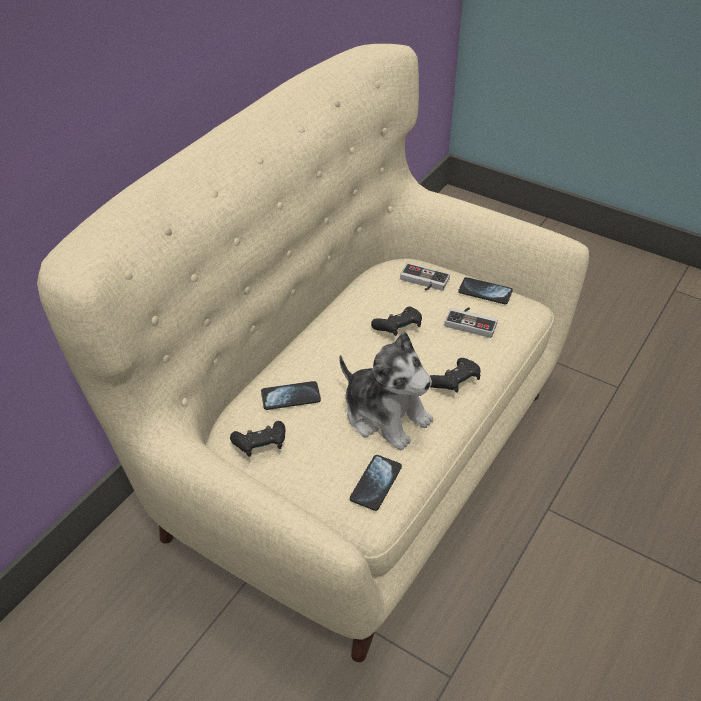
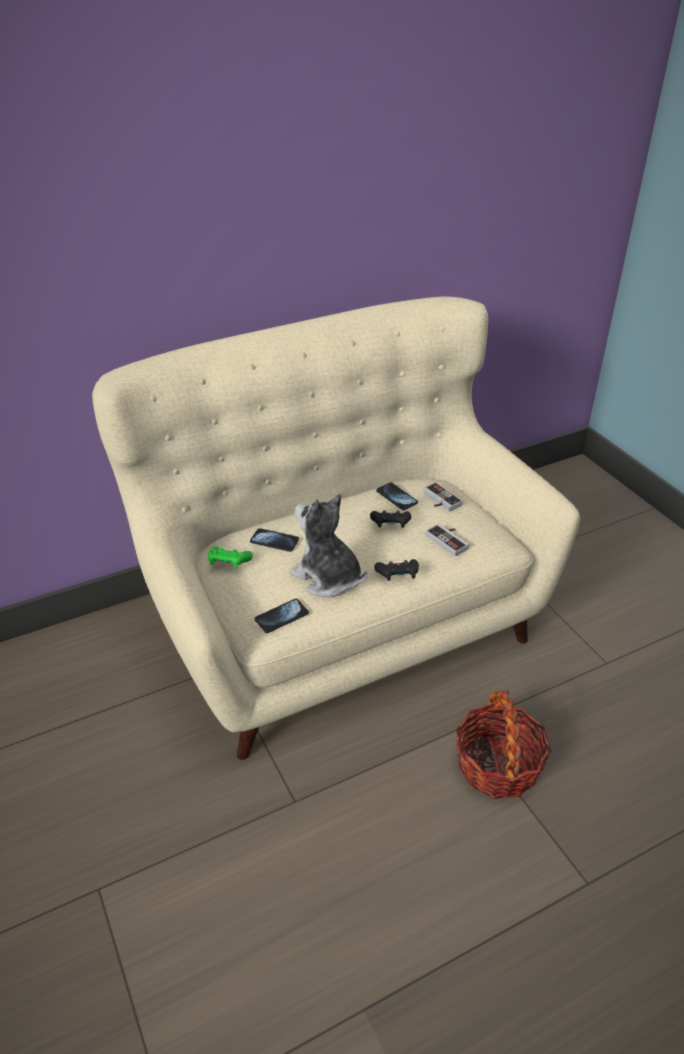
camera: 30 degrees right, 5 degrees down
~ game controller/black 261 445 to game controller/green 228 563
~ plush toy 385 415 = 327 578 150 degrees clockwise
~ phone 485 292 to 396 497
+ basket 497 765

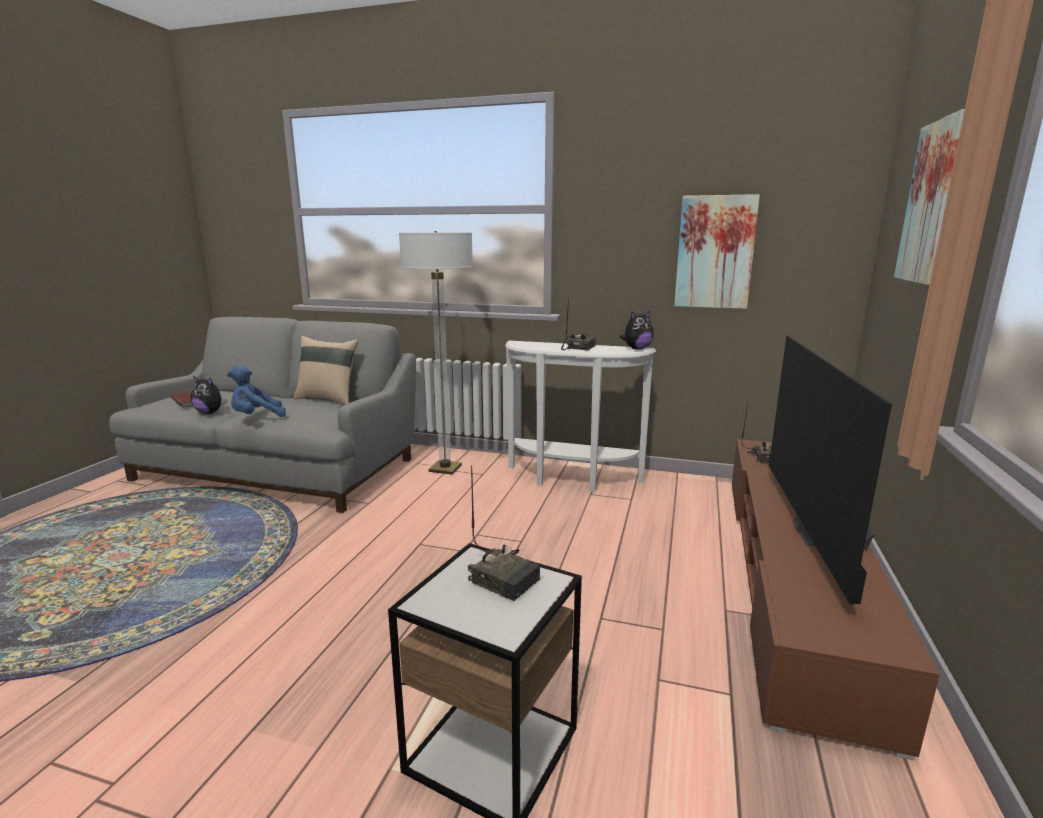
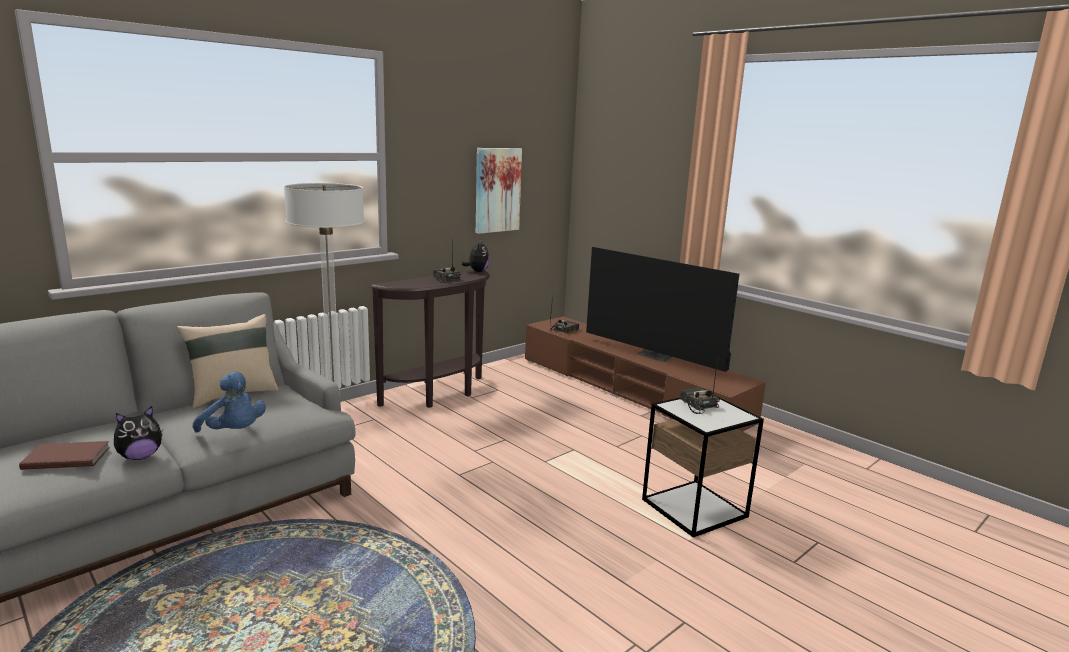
camera: 60 degrees left, 0 degrees up
~ plush toy/blue 256 417 = 234 432 60 degrees counterclockwise
~ console table/white 571 480 to console table/brown 440 395
~ radio 505 578 = 697 405 90 degrees counterclockwise
- picture 934 203

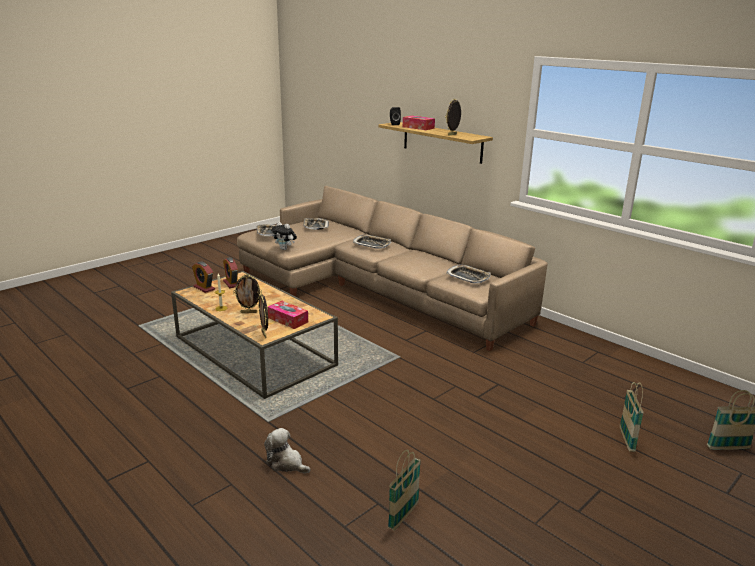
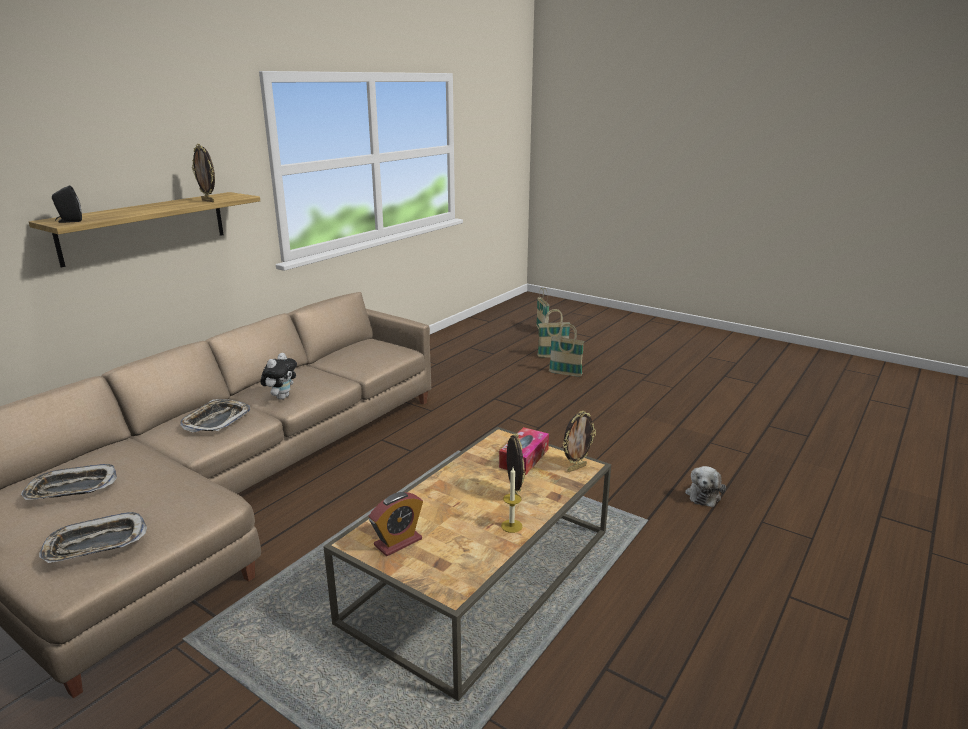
camera: 100 degrees left, 0 degrees up
~ plush toy 285 249 to 281 397
~ basket 403 516 to 565 374
- alarm clock 204 288
- tissue box 418 127
- tray 468 277

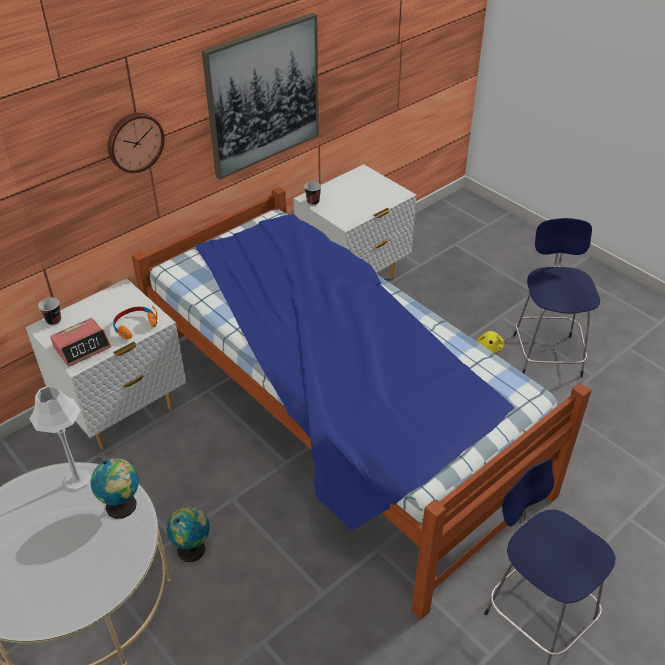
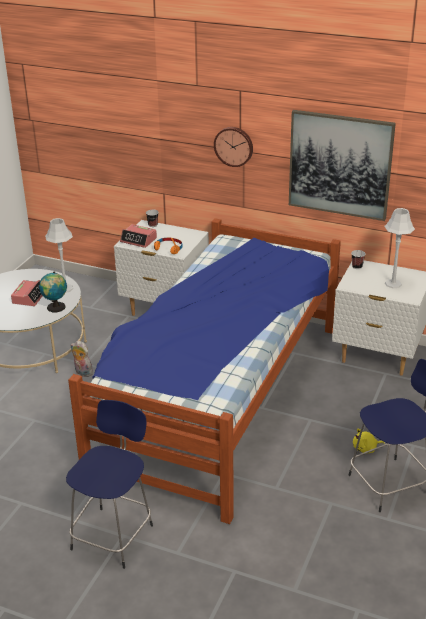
camera: 65 degrees right, 10 degrees down
+ alarm clock 29 297
~ globe 193 548 to plush toy 82 372
+ table lamp/grey 393 284

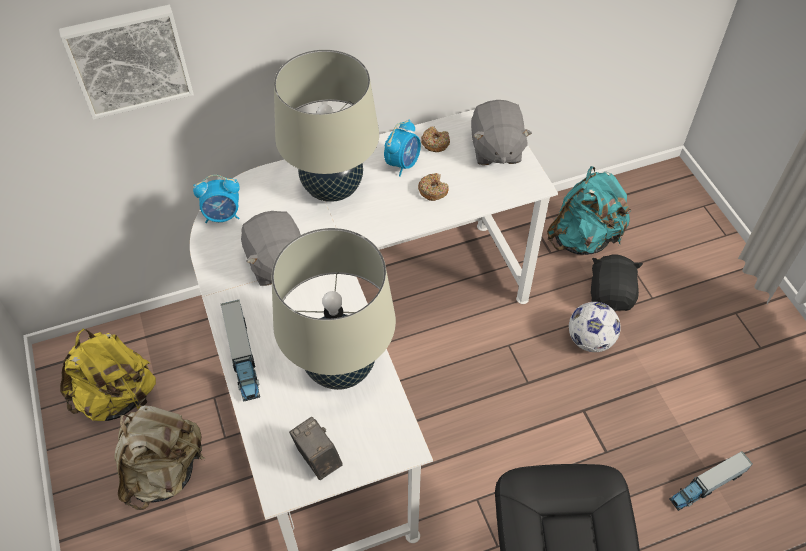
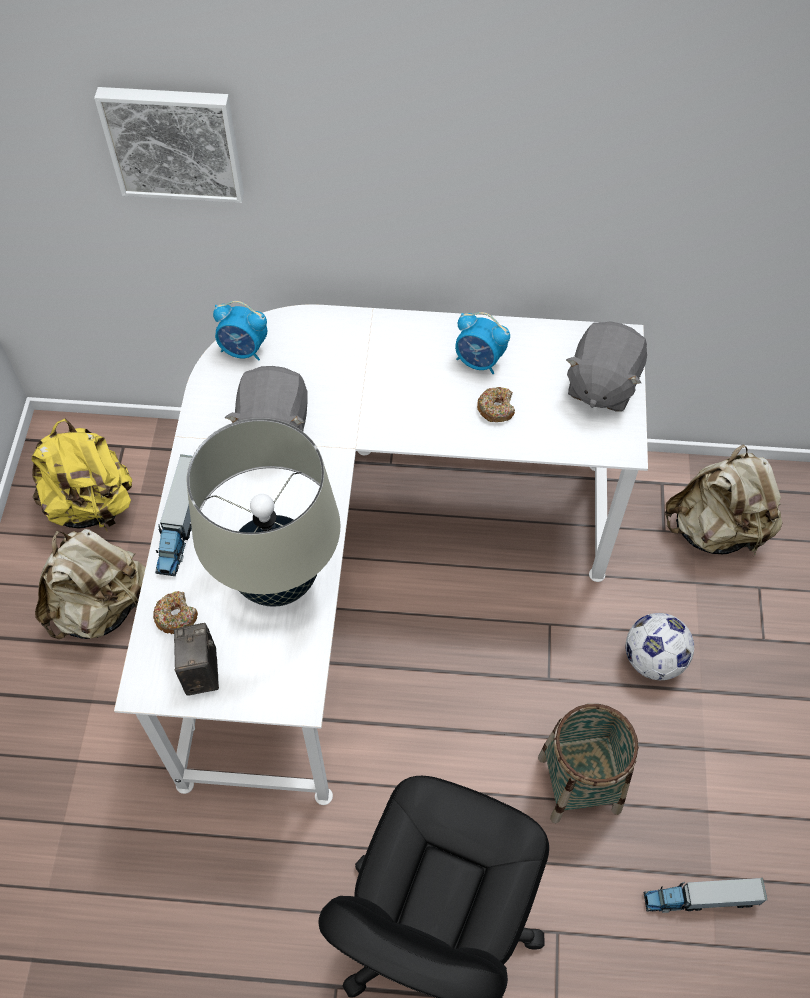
camera: 25 degrees right, 5 degrees up
~ donut 435 143 to 176 616
~ alarm clock 403 163 = 479 361 60 degrees clockwise
+ basket 579 784
~ backpack/turquoise 583 238 to backpack/beige 716 529
- table lamp/beige 332 187
- plush toy/black 611 295

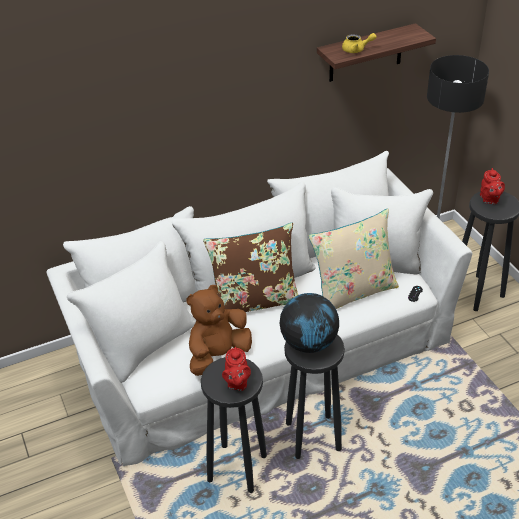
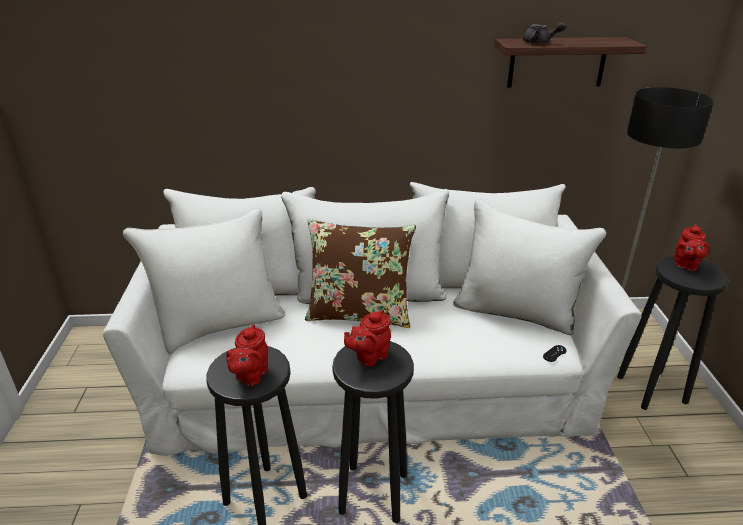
camera: 20 degrees right, 10 degrees down
~ globe 309 343 to teapot/red 369 357
~ teapot/yellow 356 50 to teapot/grey 540 43
- plush toy/brown 218 355
- pillow/beige 353 291

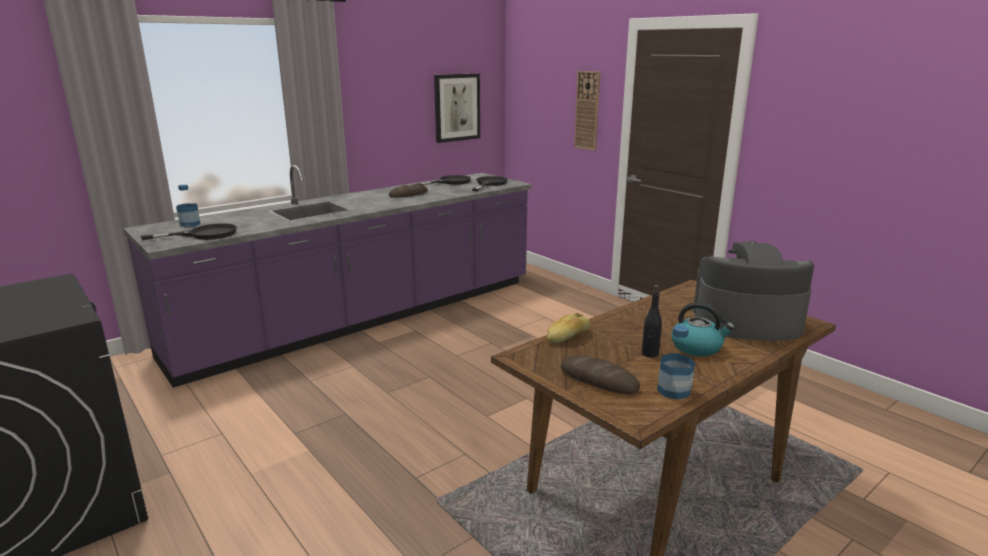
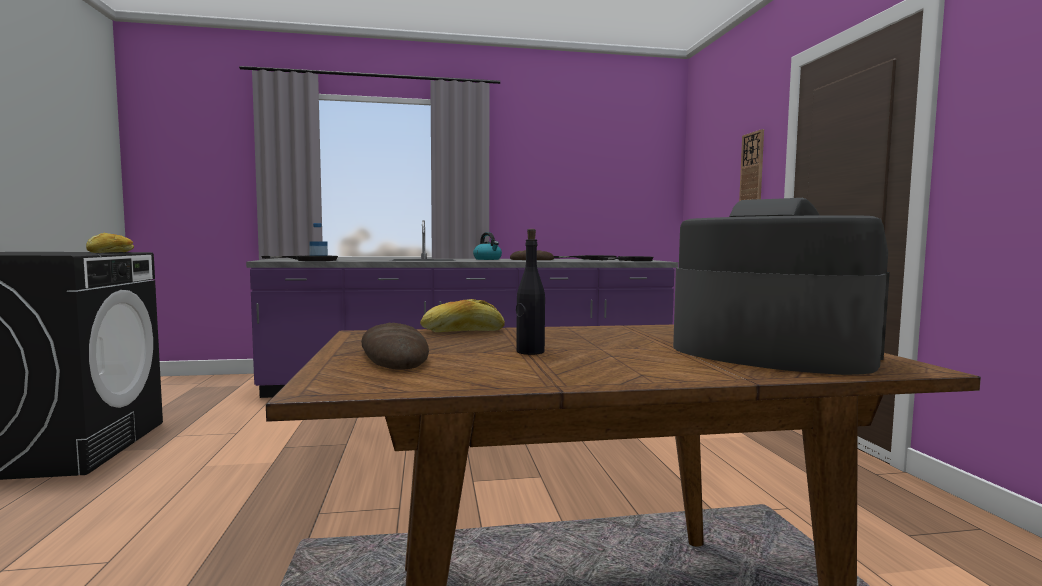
camera: 30 degrees right, 15 degrees down
+ bread 111 252
~ kettle 697 347 to 488 259
- picture 456 107
- bottle 674 390

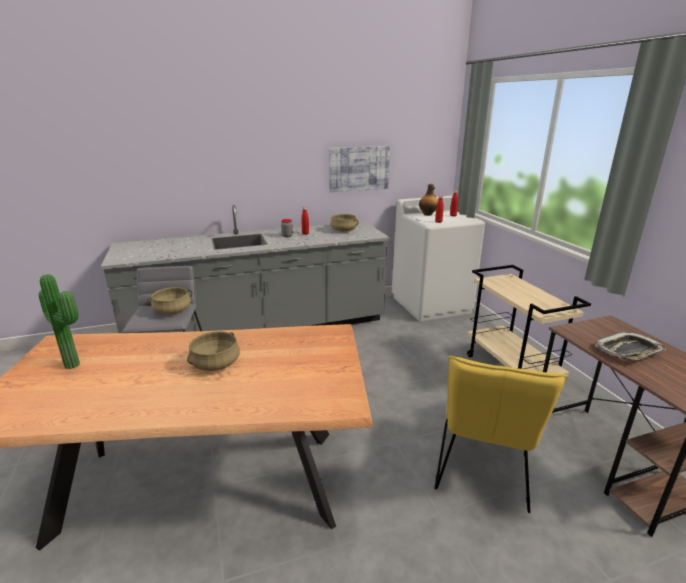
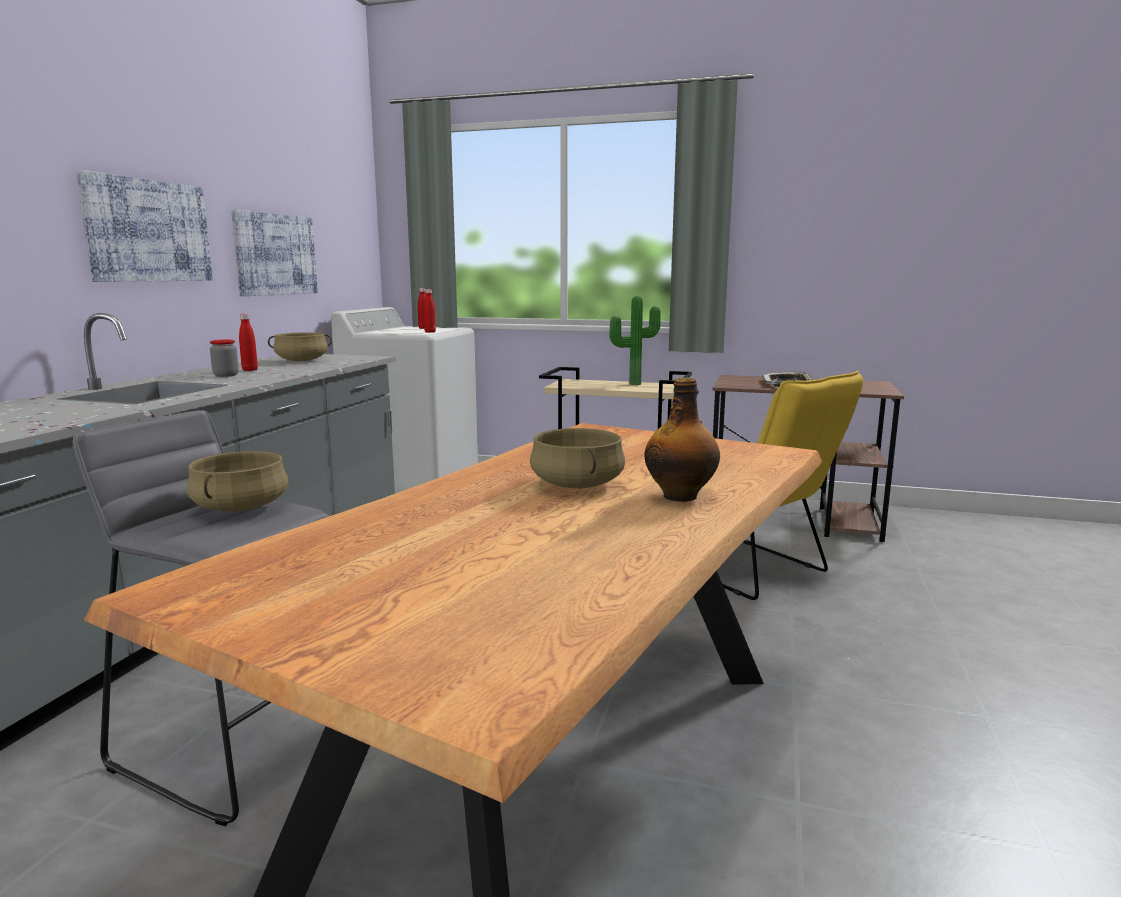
camera: 55 degrees left, 10 degrees down
+ picture 148 231
~ potted plant 75 364 to 633 383
~ bottle 428 214 to 681 496

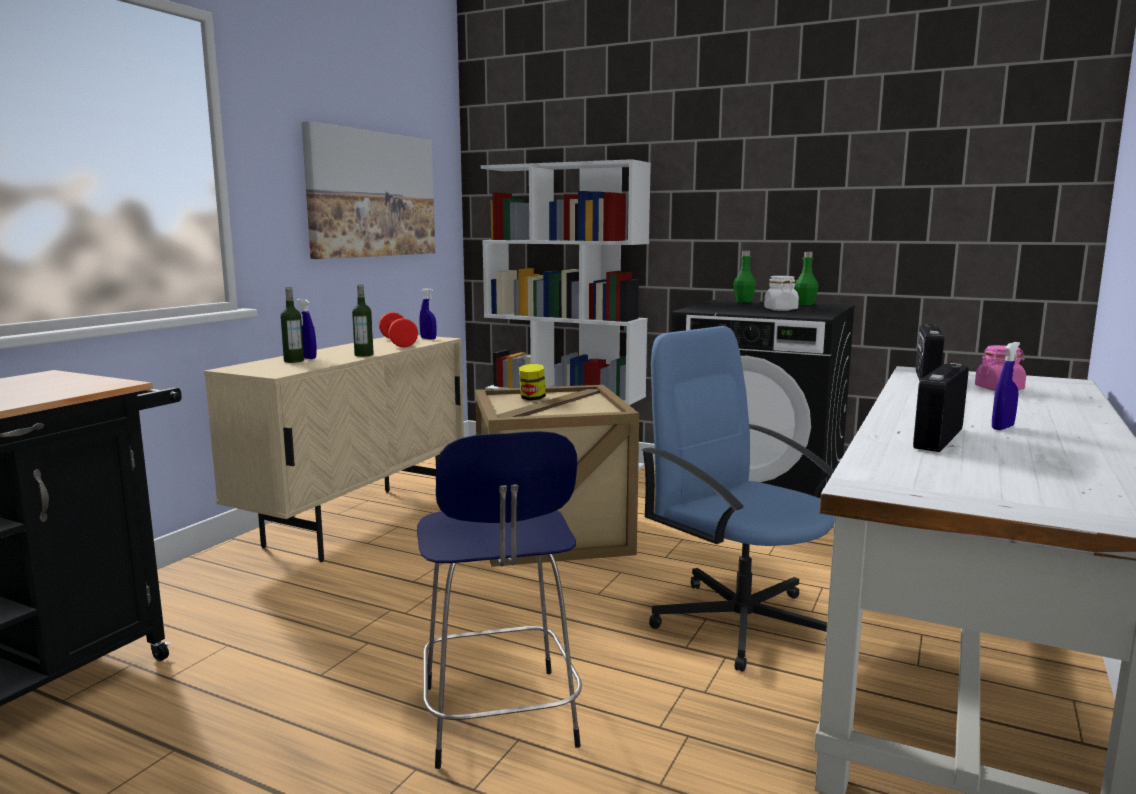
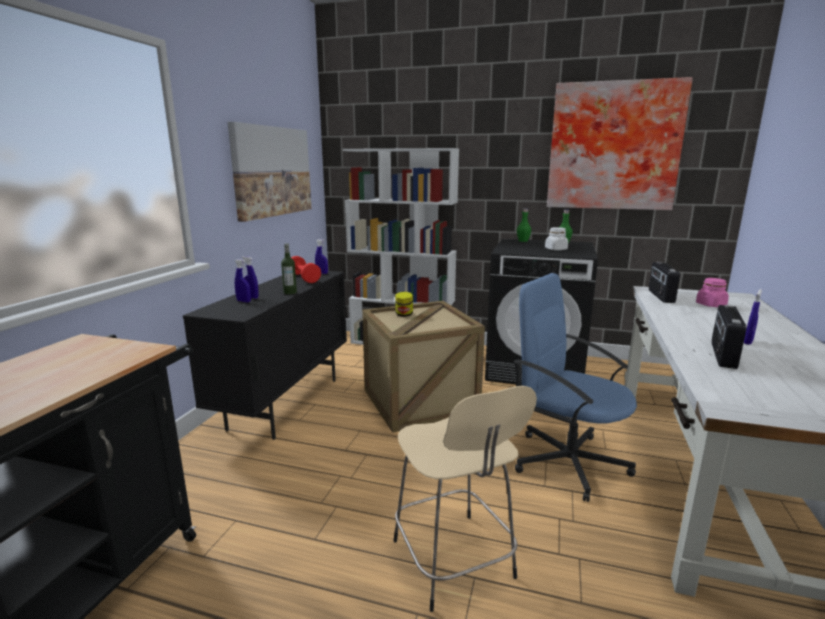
camera: 10 degrees left, 5 degrees up
~ cabinet/beige 358 522 to cabinet/black 286 403
~ bottle 294 361 to spray bottle/blue 244 301
~ stool/blue 499 720 to stool/beige 454 562
+ picture 613 146

